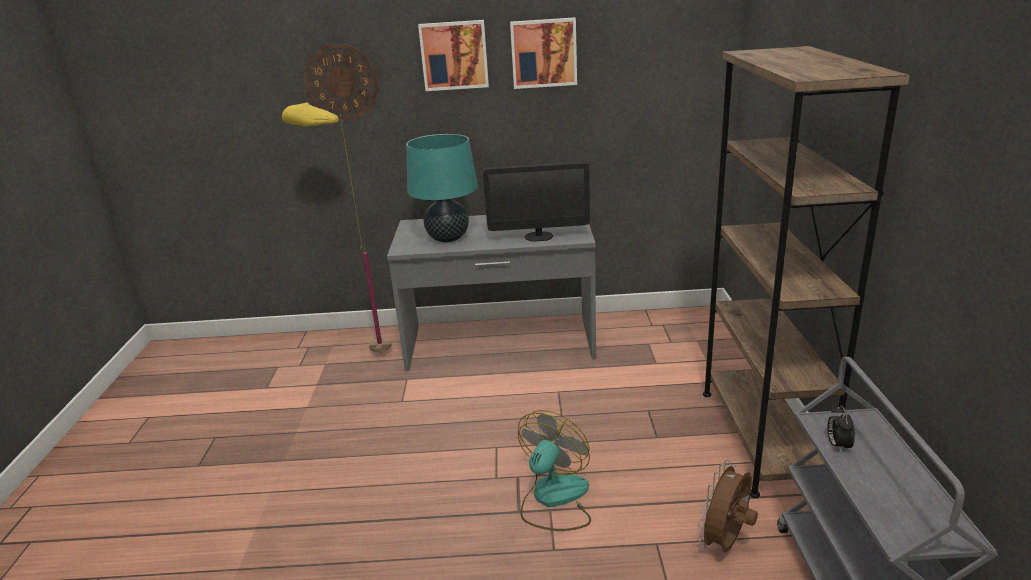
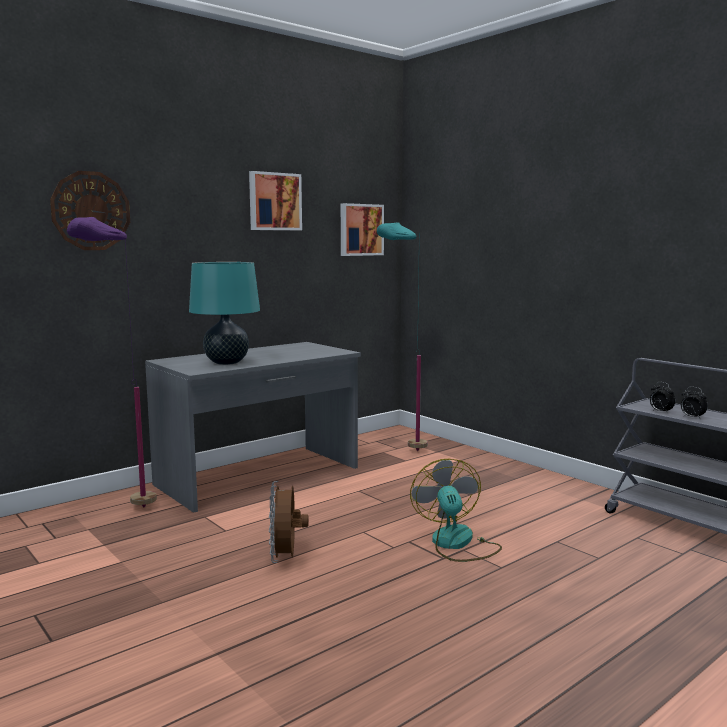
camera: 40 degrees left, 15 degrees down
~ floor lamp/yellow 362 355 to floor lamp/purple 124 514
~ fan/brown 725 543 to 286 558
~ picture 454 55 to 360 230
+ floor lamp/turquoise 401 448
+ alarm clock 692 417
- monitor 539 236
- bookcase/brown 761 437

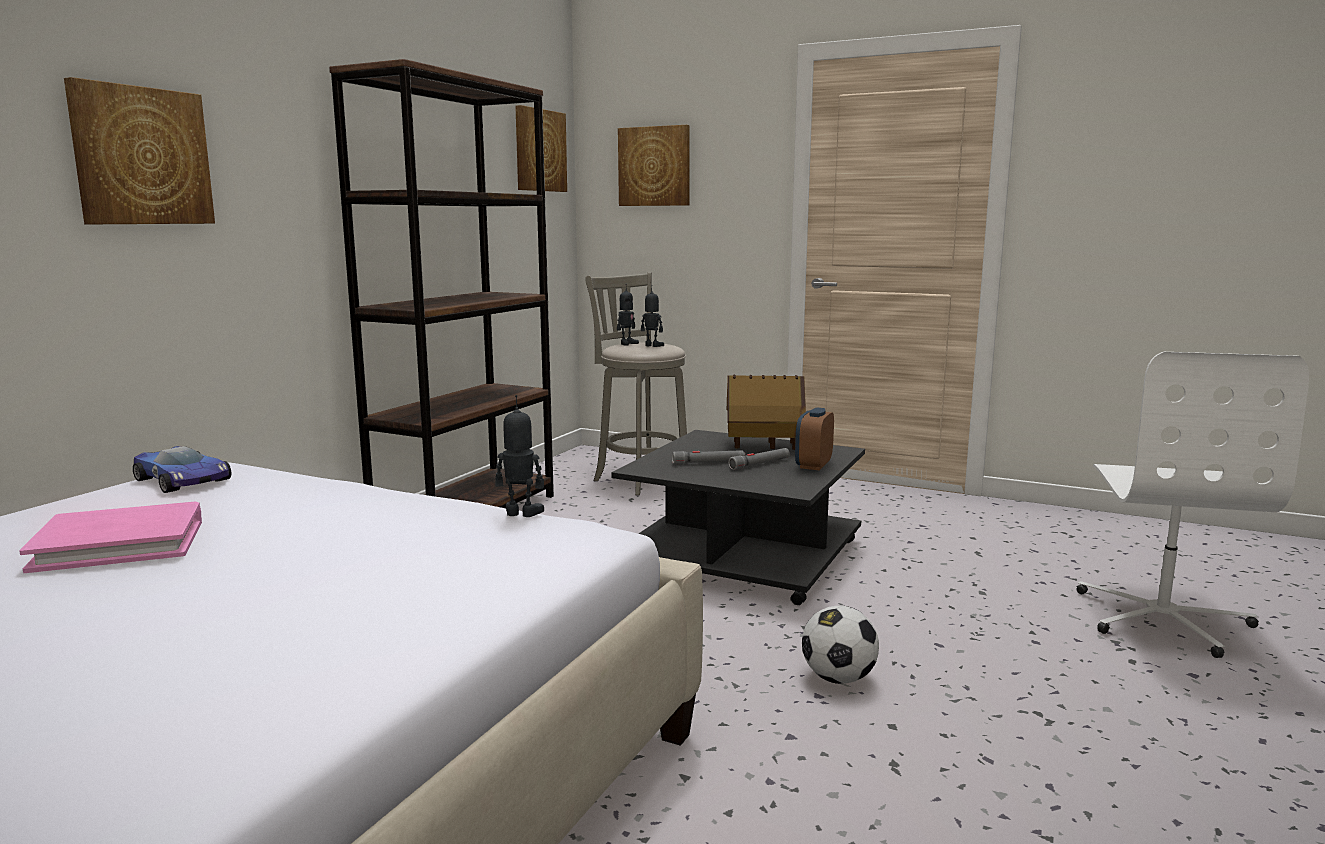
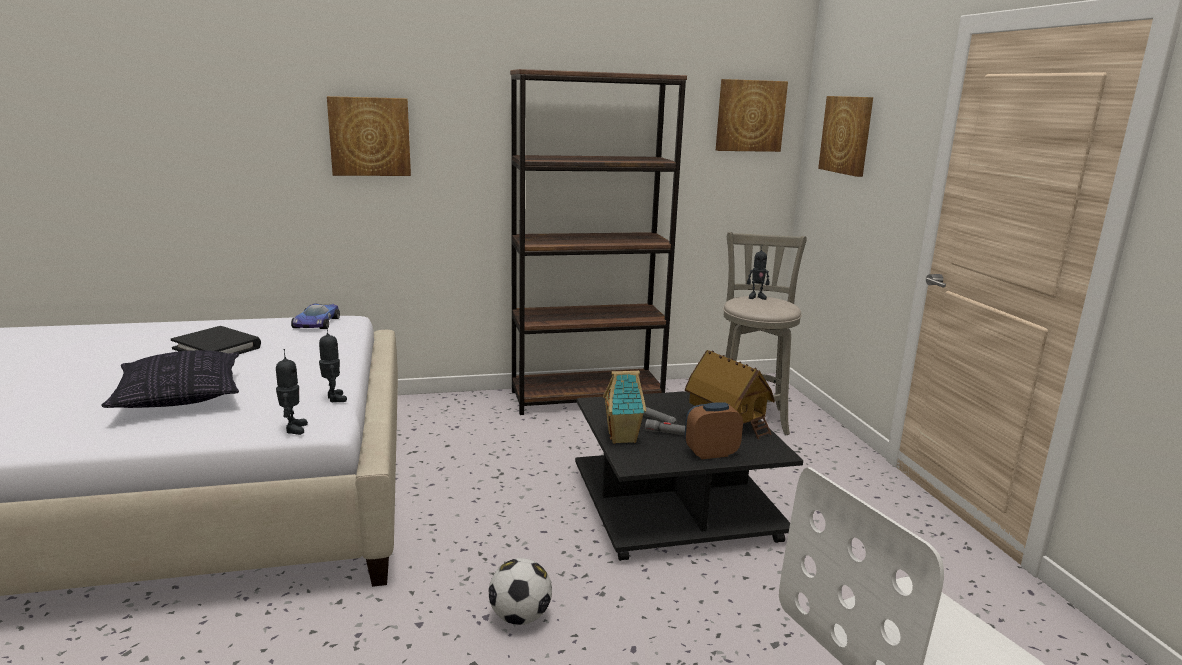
camera: 50 degrees right, 5 degrees up
+ pillow 180 397
~ book/pink 120 544 to book/black 217 348
~ toy robot 652 346 to 293 429
+ toy house 623 438

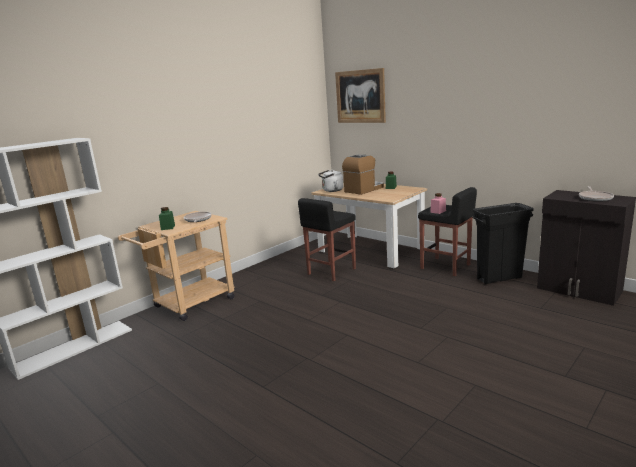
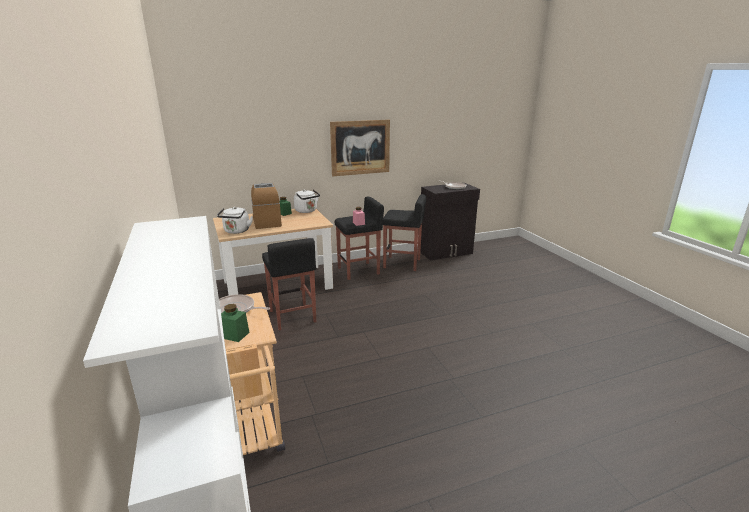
camera: 65 degrees left, 5 degrees up
+ kettle/white 307 211
~ picture 360 96 to 360 147
~ trash can/black 499 278 to stool/black 402 263

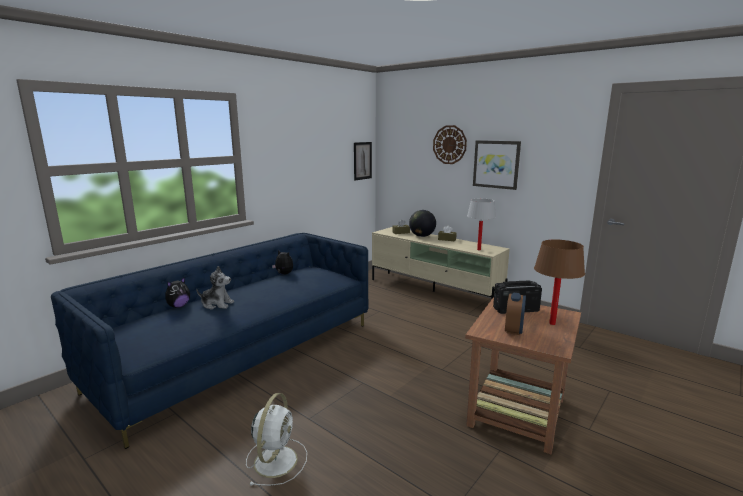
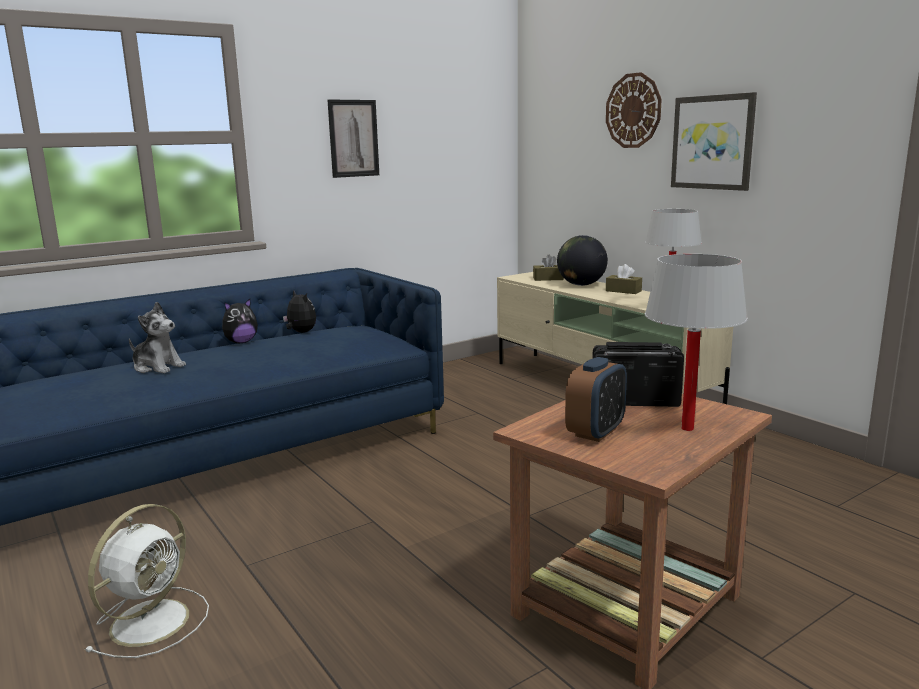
camera: 15 degrees right, 0 degrees up
~ plush toy 178 306 to 241 342
~ picture 362 160 to 353 138
~ table lamp/brown 552 323 to table lamp/white 687 428

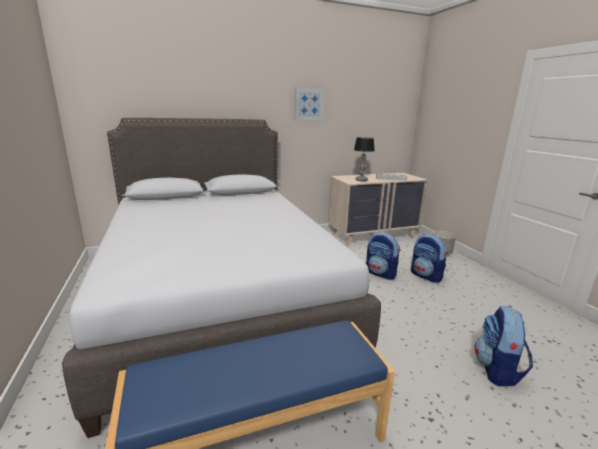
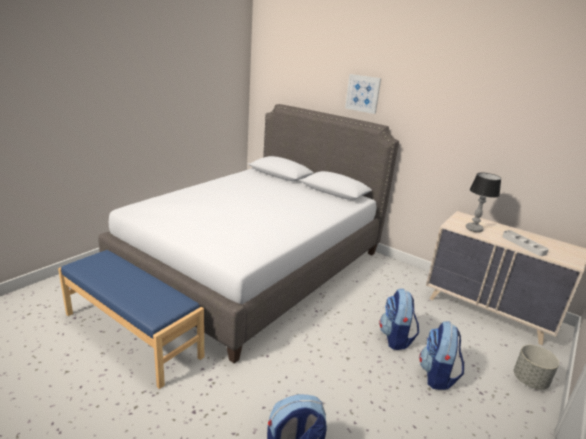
camera: 55 degrees right, 5 degrees up
~ picture 309 104 to 363 93

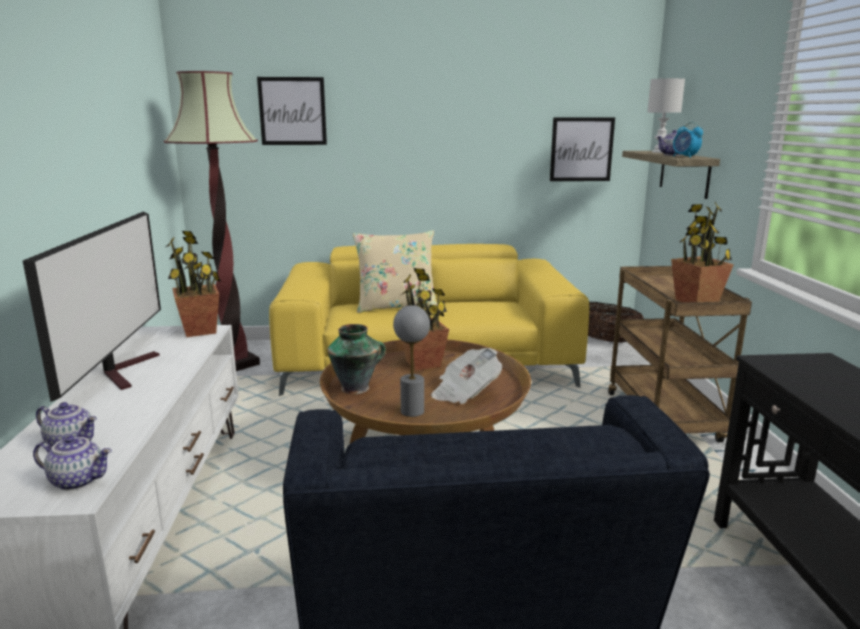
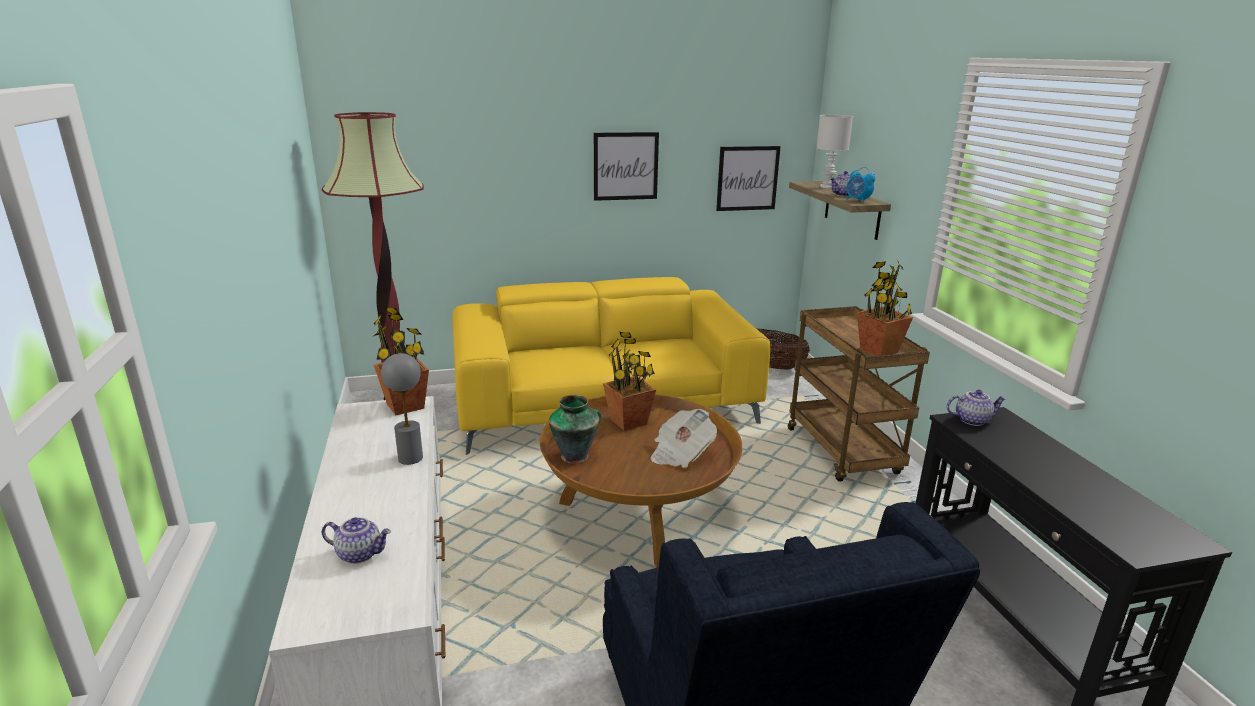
camera: 10 degrees left, 5 degrees up
~ table lamp/grey 412 411 to 410 458
~ picture 292 111 to 625 166
~ teapot 79 480 to 972 420
- television 124 370
- pillow/beige 396 306

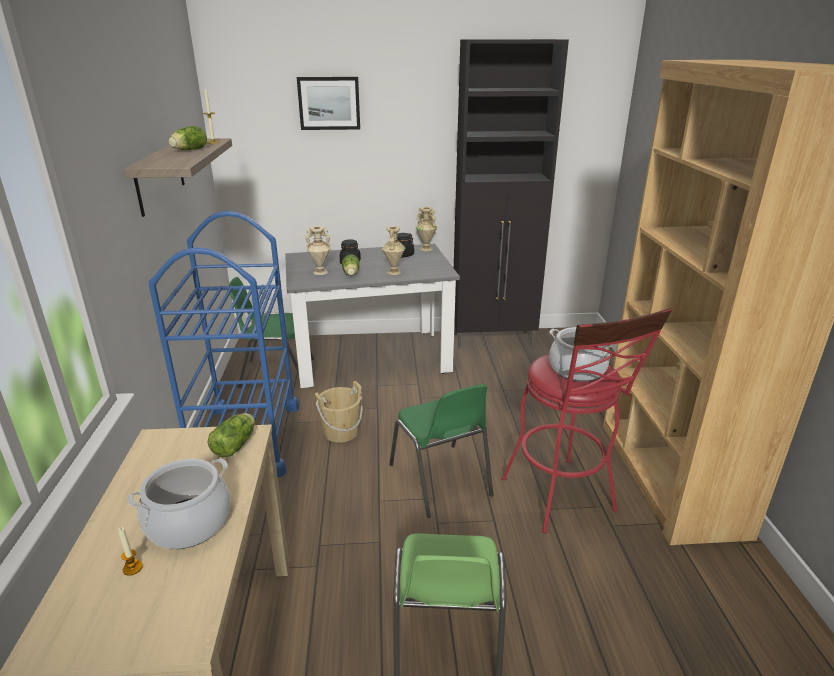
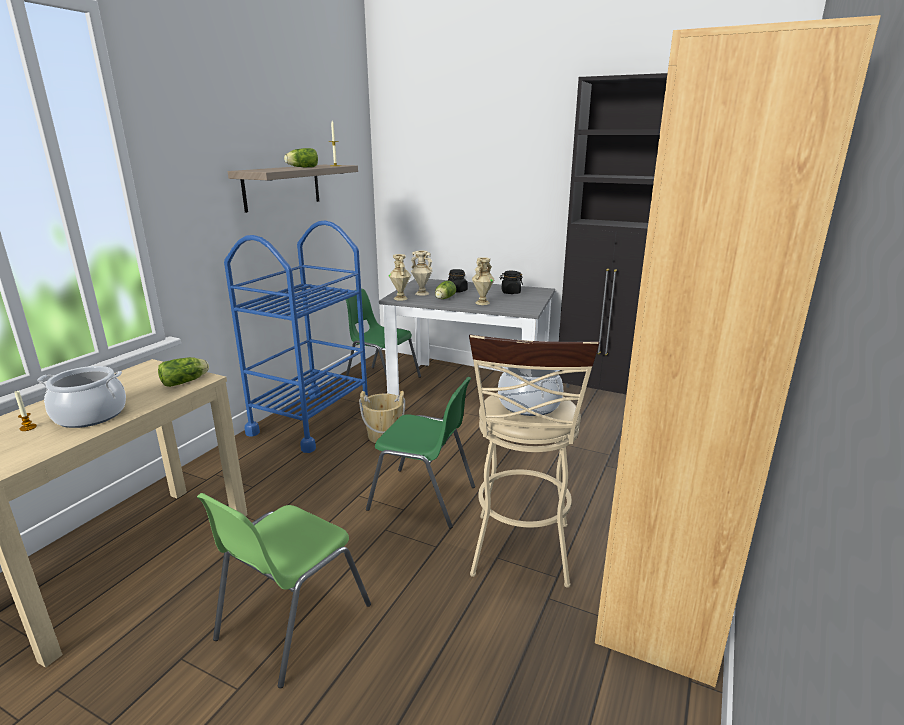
camera: 30 degrees right, 5 degrees down
~ chair/green 440 481 = 424 498 75 degrees counterclockwise
~ vase/beige 426 248 to 401 298
~ stool/red 563 500 to stool/beige 521 556
- picture 329 103

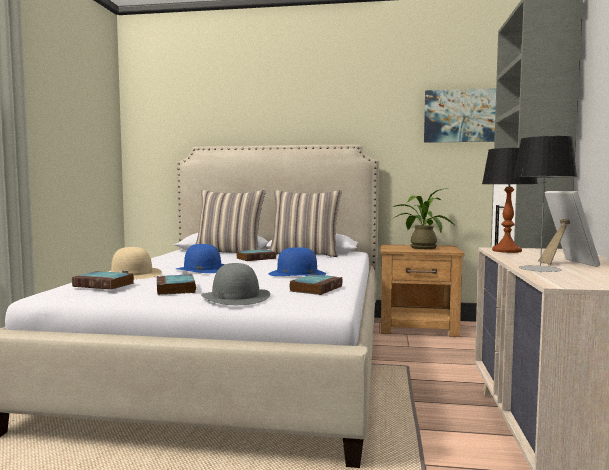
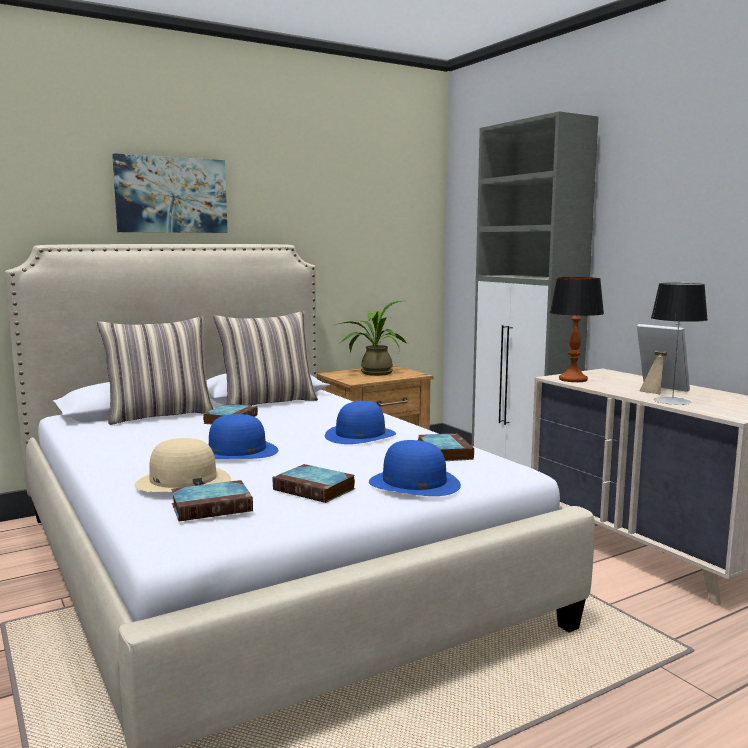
camera: 40 degrees left, 5 degrees up
~ picture 463 116 to 171 195
~ hat/grey 235 297 to hat/blue 413 483

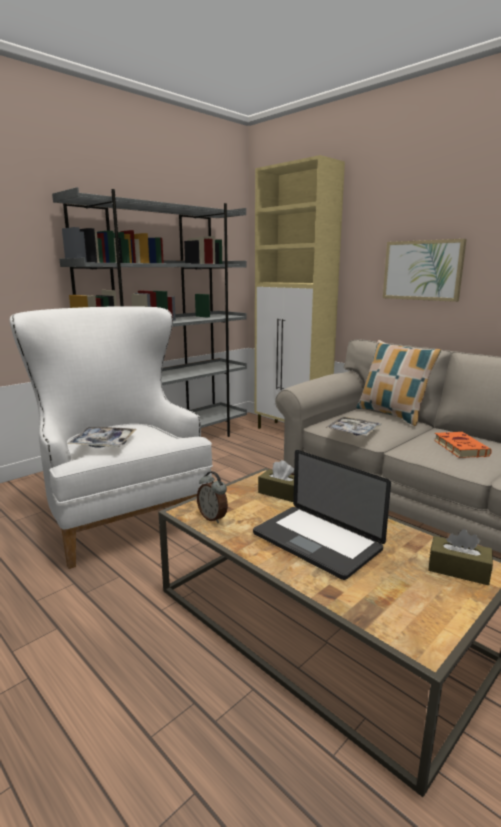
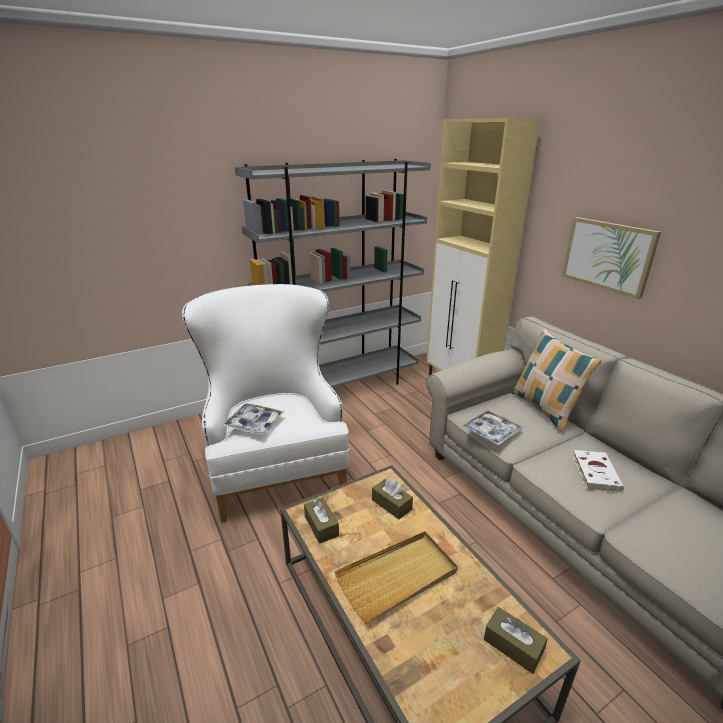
camera: 15 degrees right, 10 degrees up
~ alarm clock 213 518 to tissue box/brown 321 526
~ laptop 316 542 to tray/beige 397 577
~ book/orange 459 447 to book/white 594 472

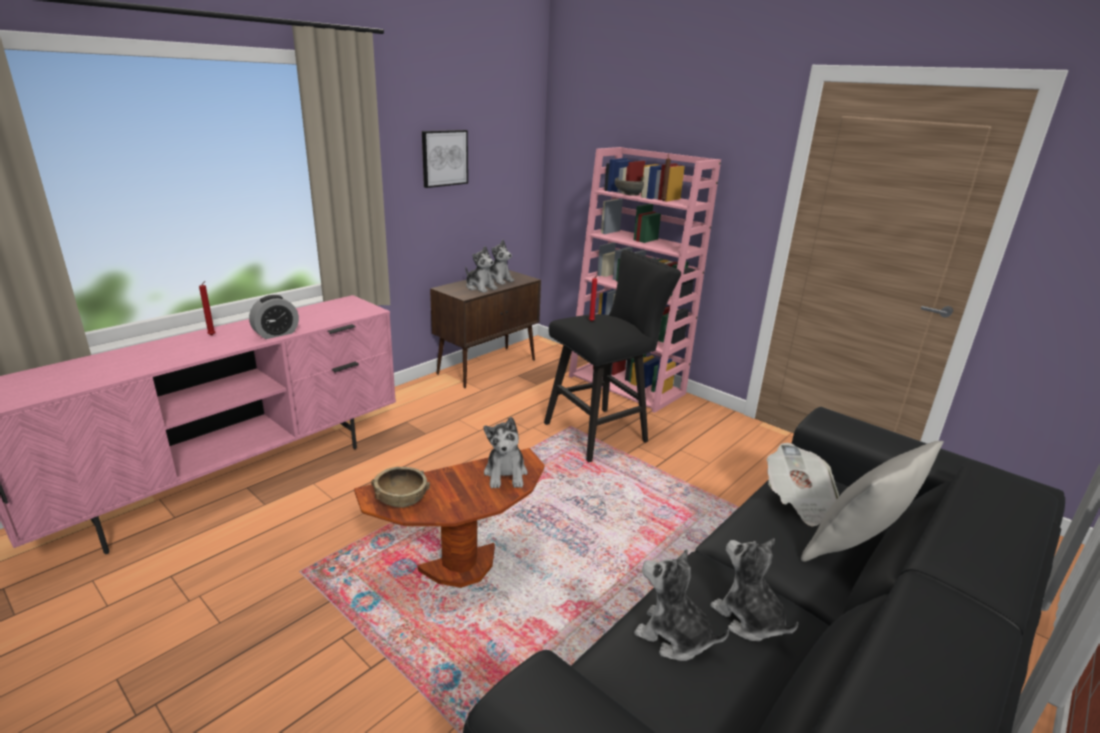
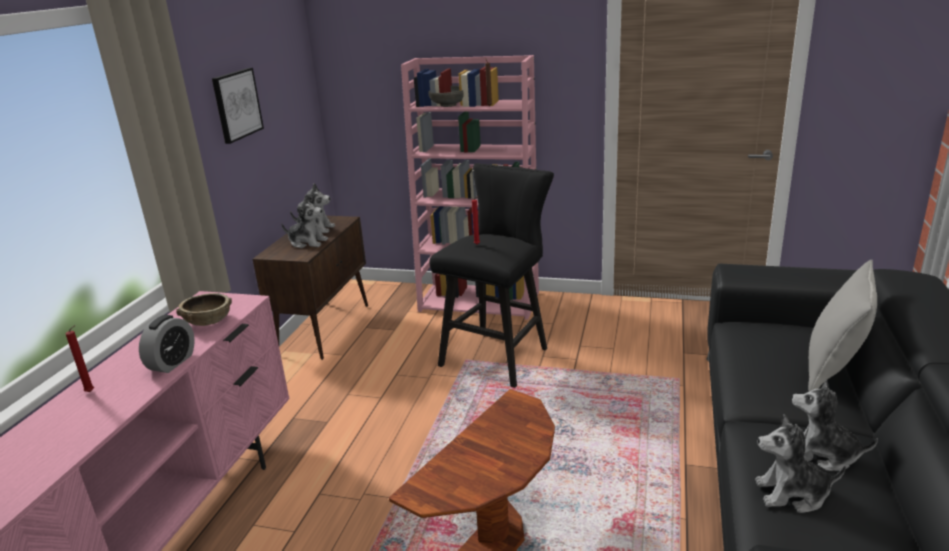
camera: 25 degrees left, 0 degrees up
~ bowl/brown 401 500 to 208 321
- plush toy 506 474
- newspaper 799 501

